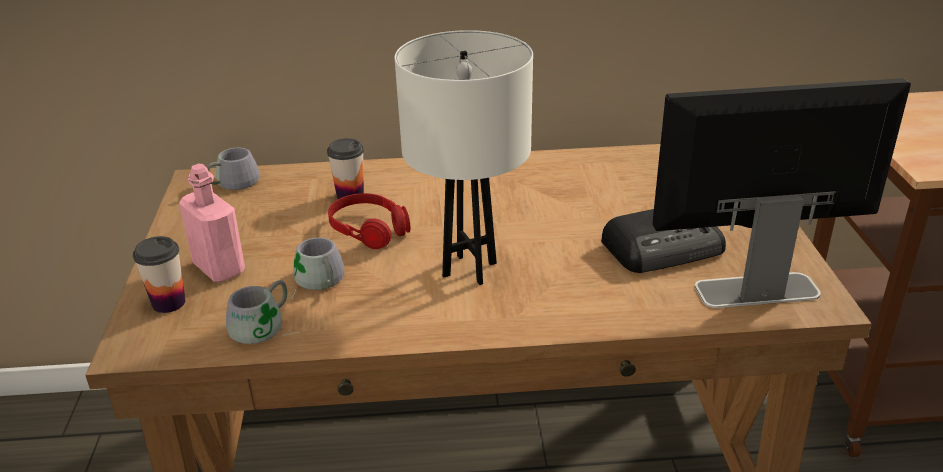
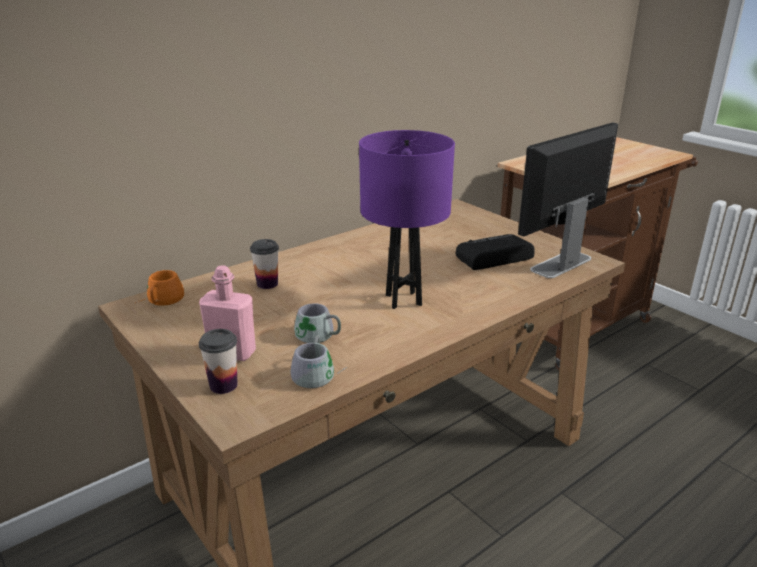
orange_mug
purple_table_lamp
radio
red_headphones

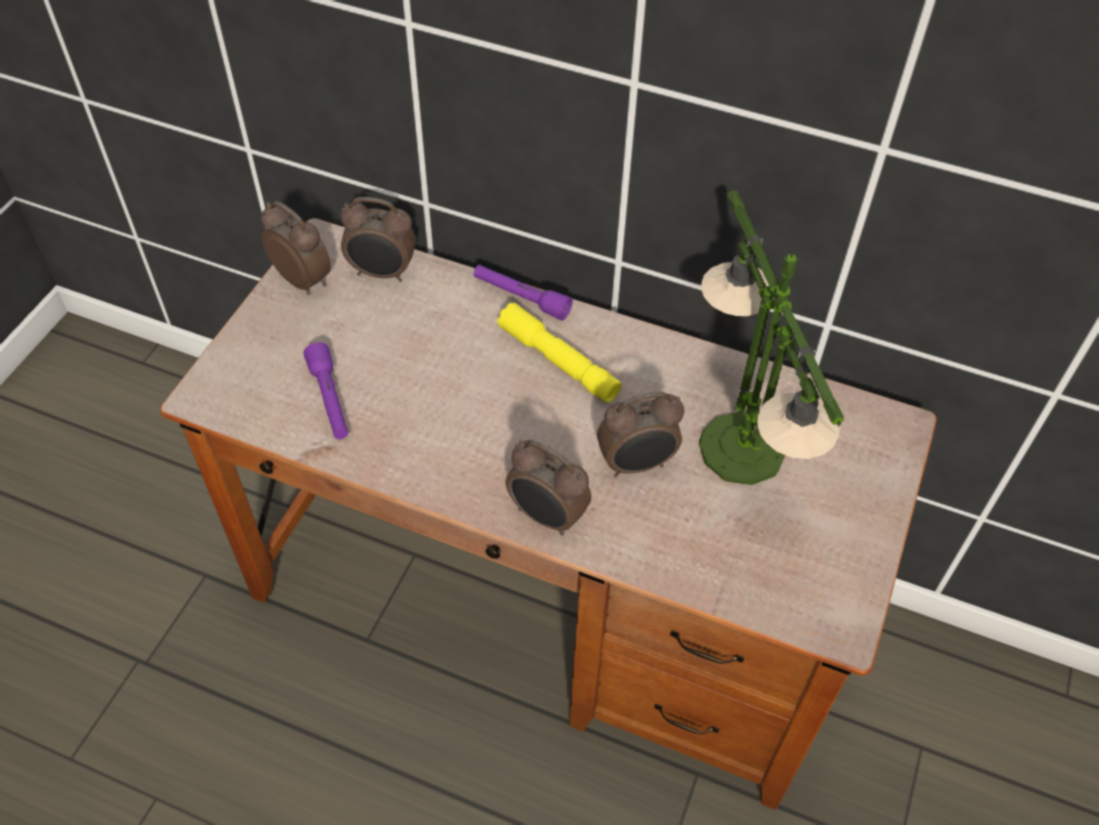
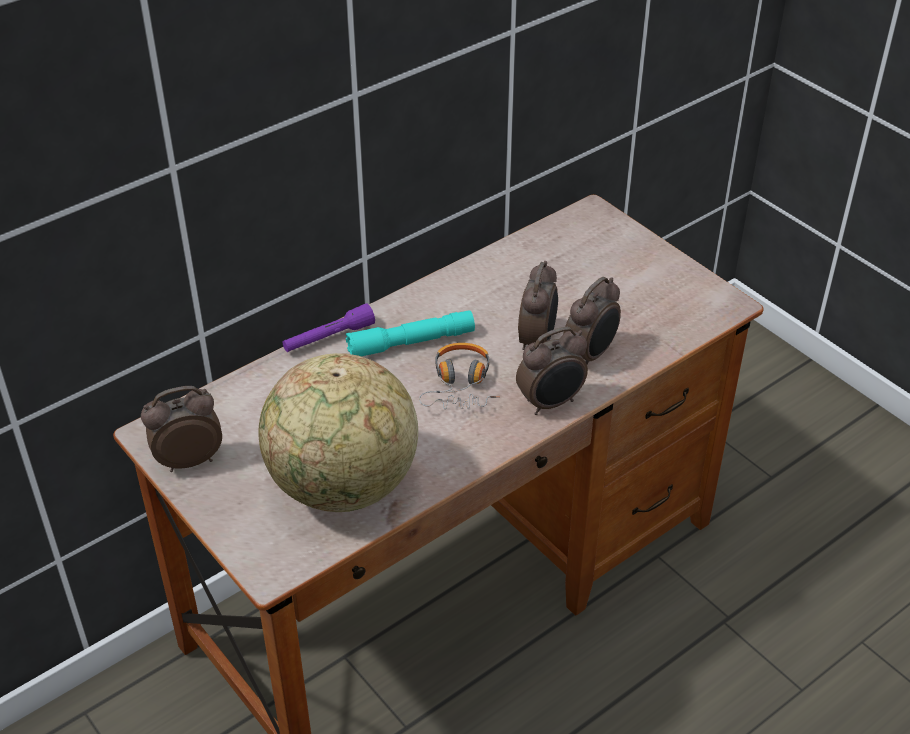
globe
turquoise_flashlight
headphones
alarm_clock (no. 4 from left)
table_lamp

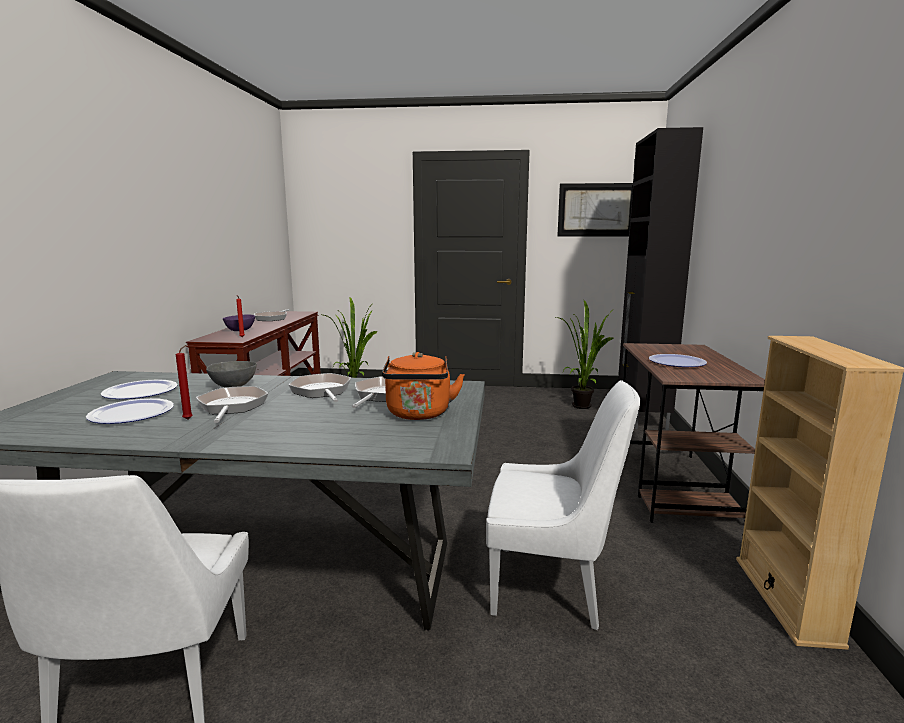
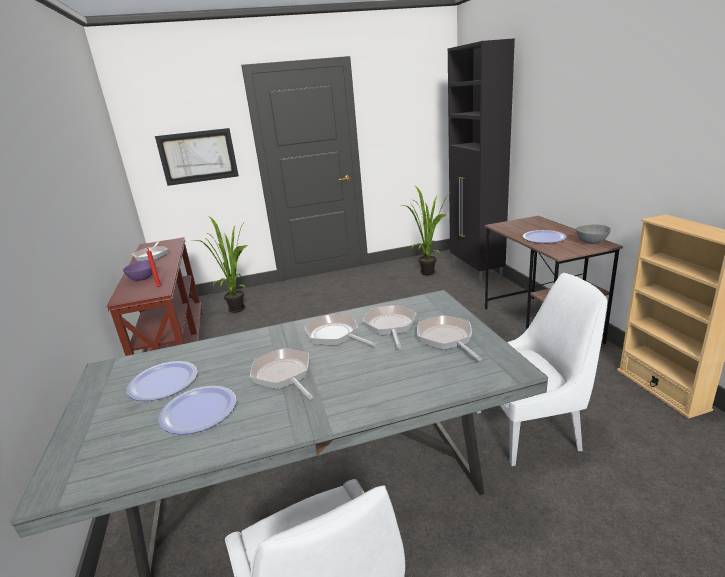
picture
frying_pan (no. 5 from left)
grey_bowl
red_candle (no. 1 from left in the first image)

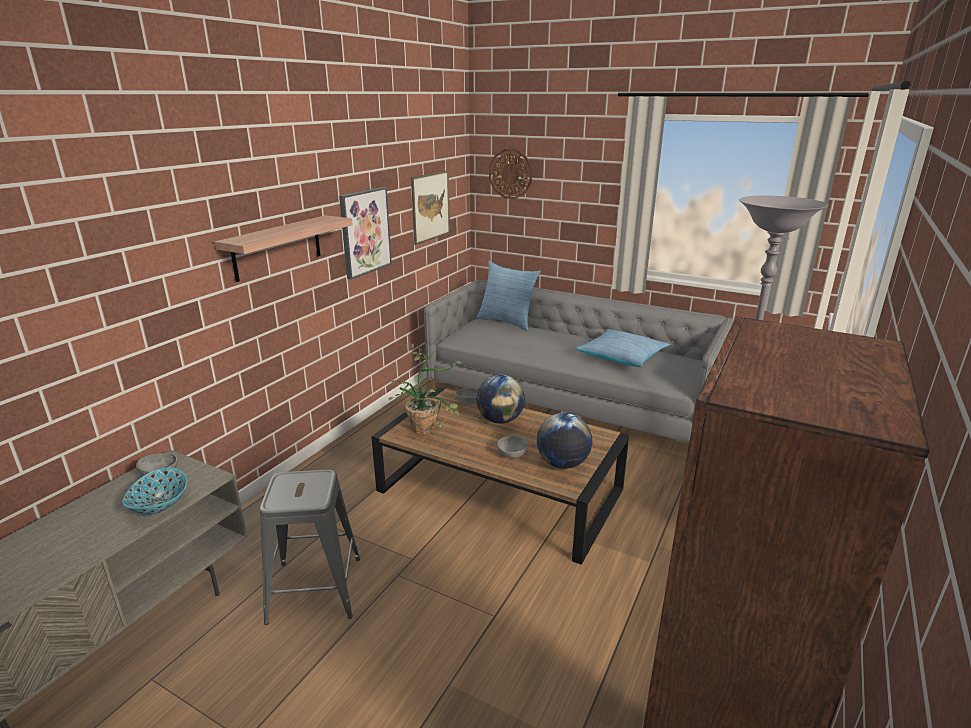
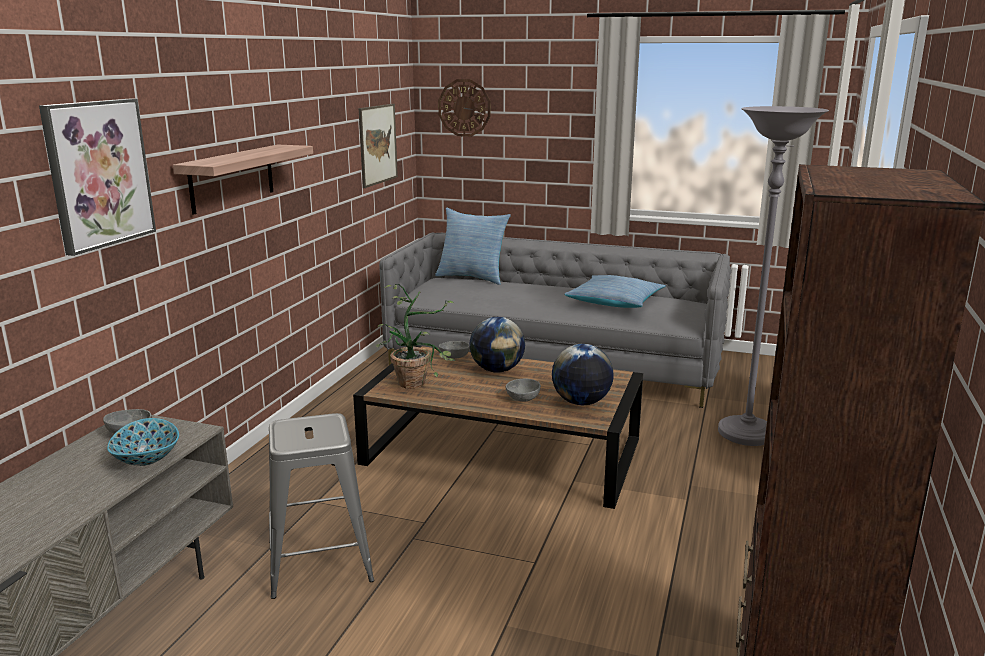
picture (no. 1 from left)

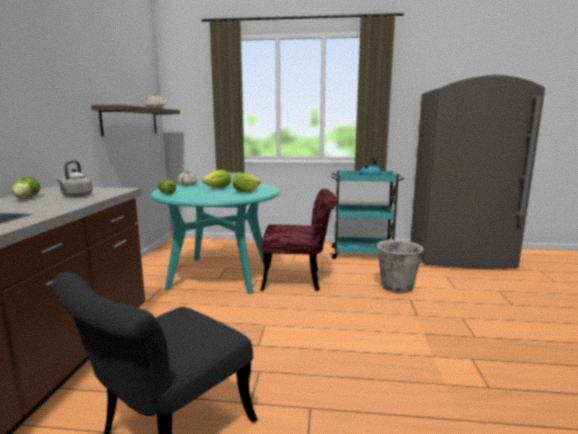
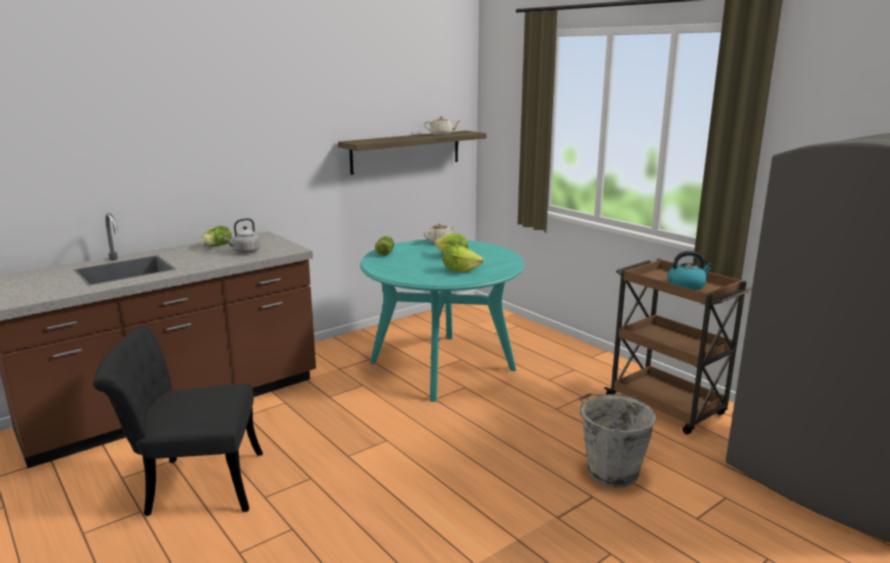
brown_cart
red_chair

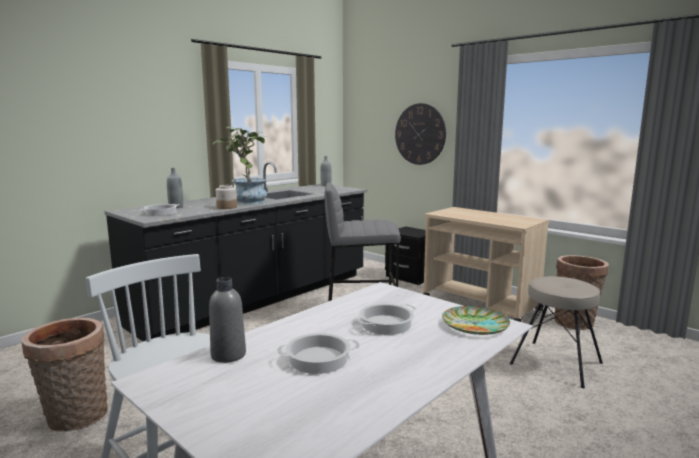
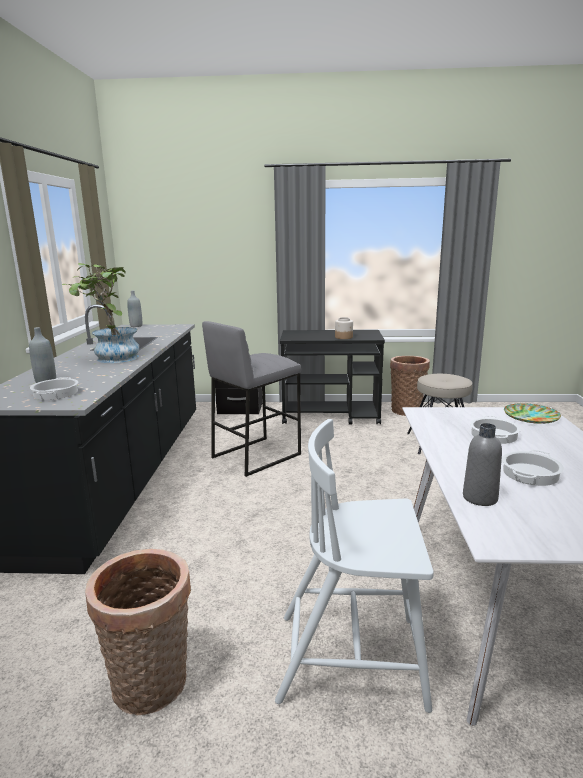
black_cart
jar
wall_clock

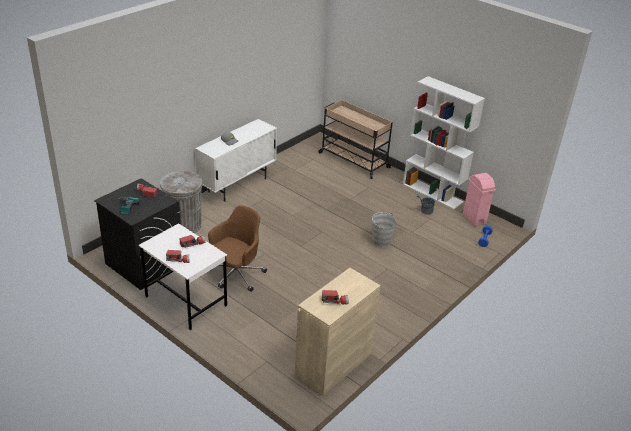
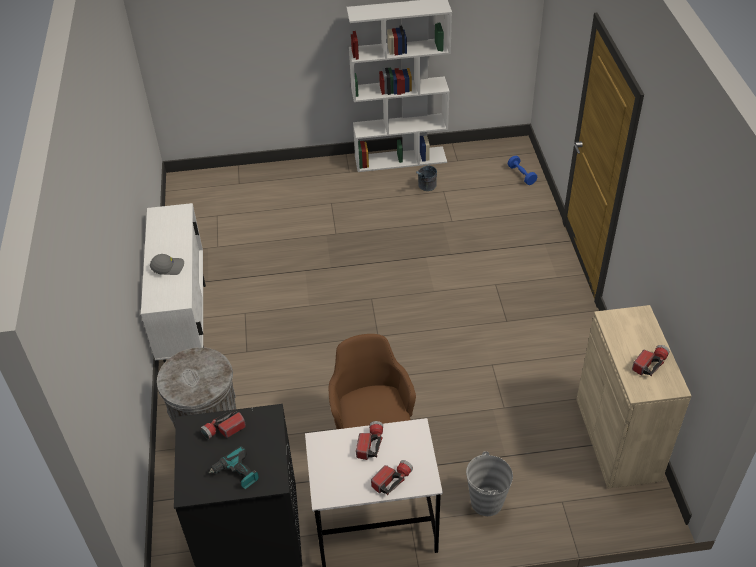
grey_bucket (no. 2 from left)
beige_cart
pink_trash_can

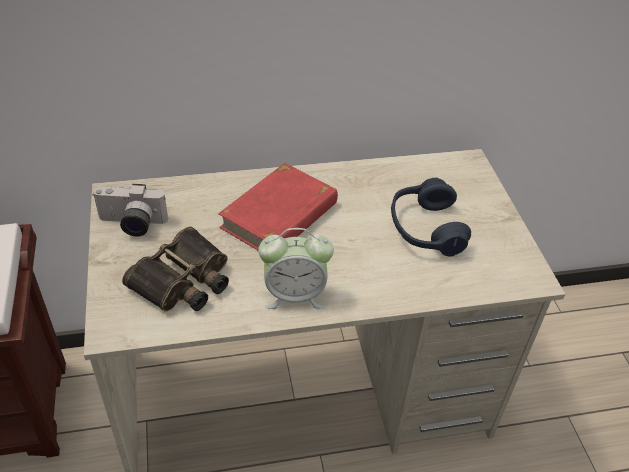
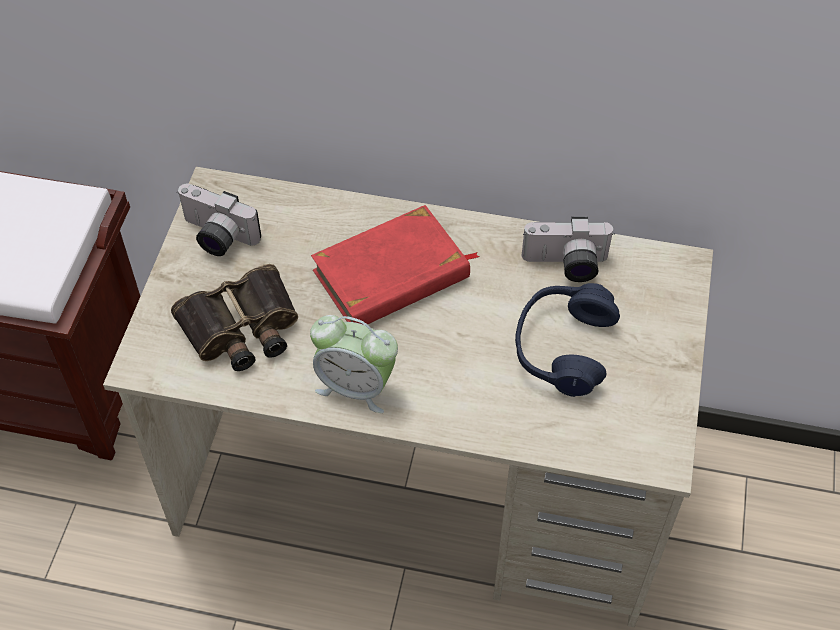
photo_camera (no. 2 from left)

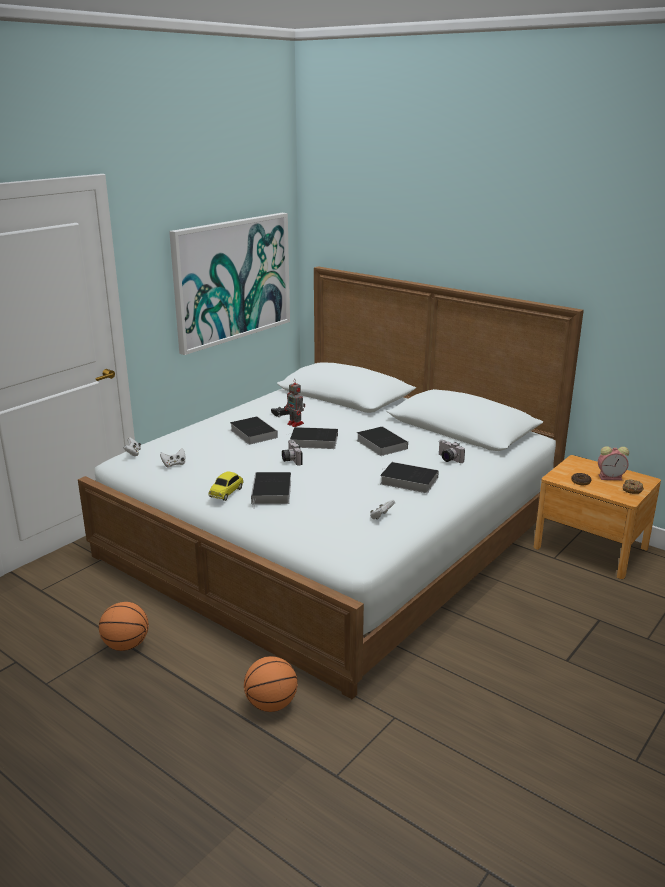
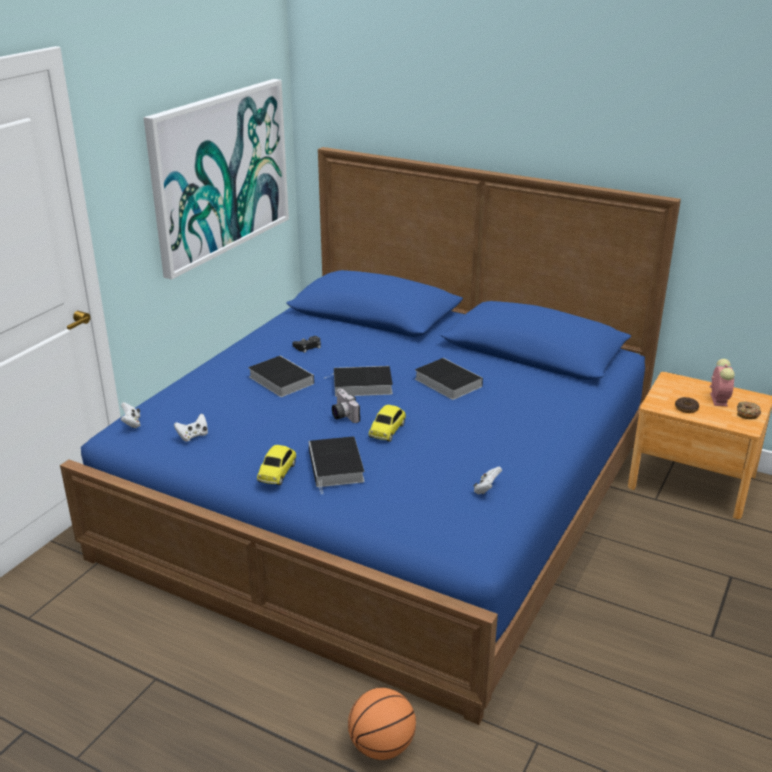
blue_bed
toy_car (no. 2 from left)
alarm_clock
basketball (no. 1 from left in the first image)
toy_robot
book (no. 5 from left in the first image)
photo_camera (no. 2 from left in the first image)

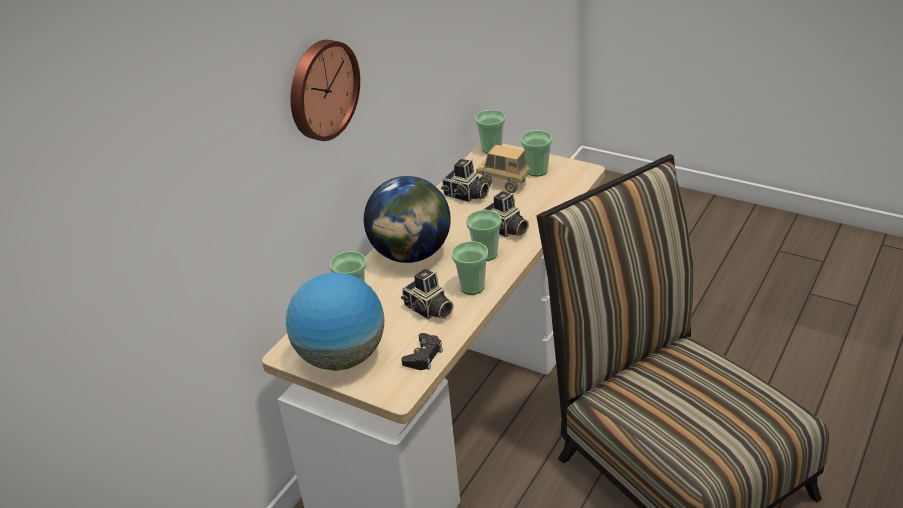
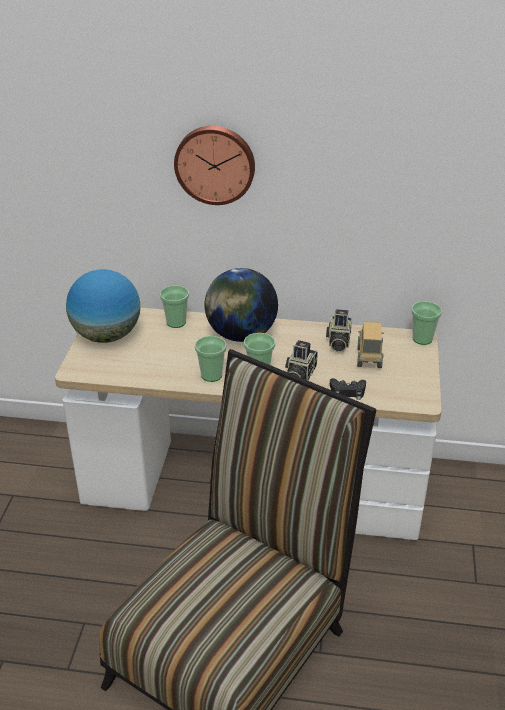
black_game_controller
photo_camera (no. 1 from left in the first image)
cup (no. 5 from left in the first image)

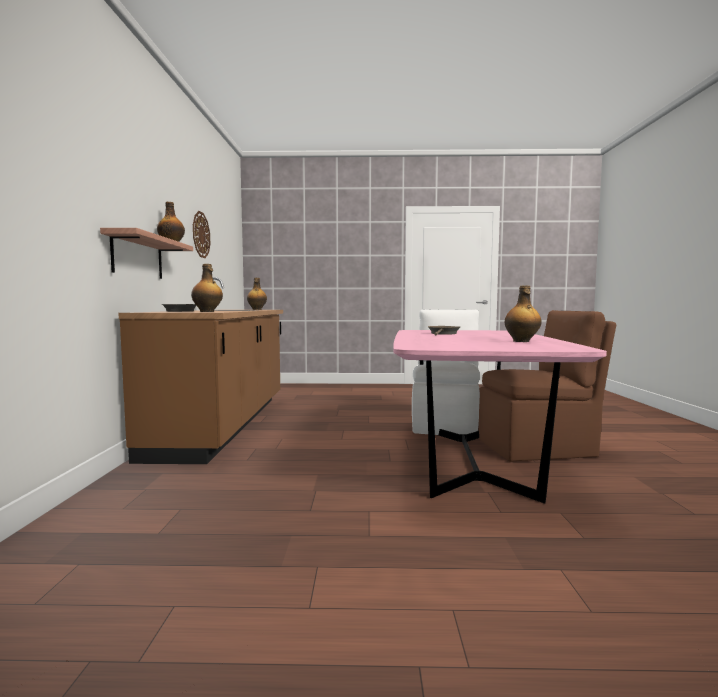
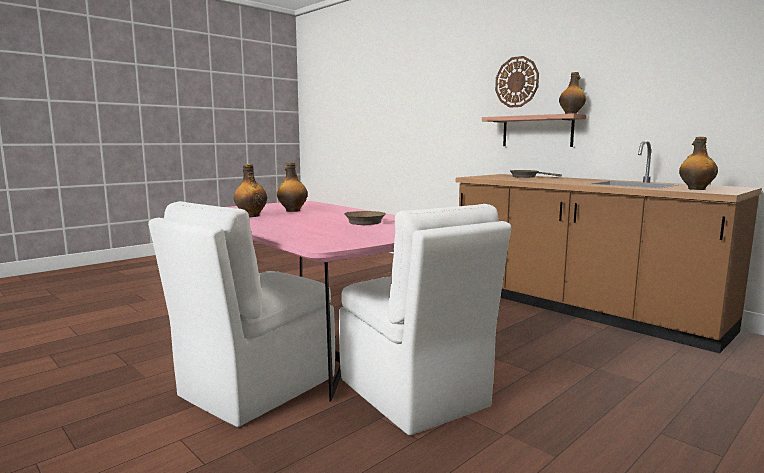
white_chair (no. 1 from left)
bottle (no. 2 from left)
wall_clock

